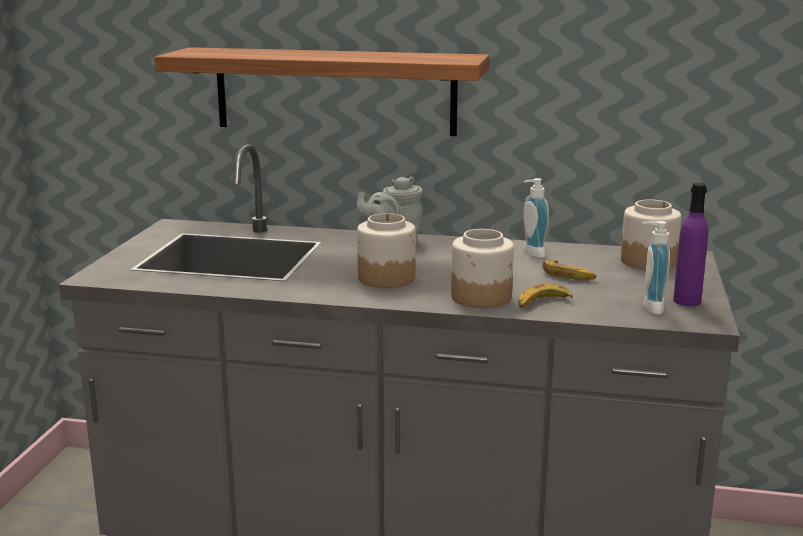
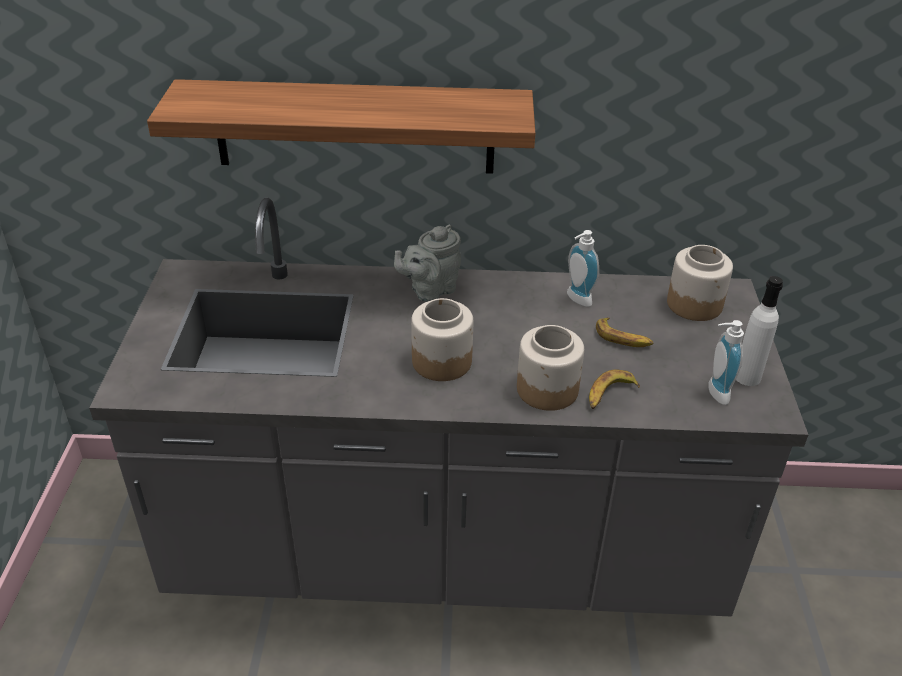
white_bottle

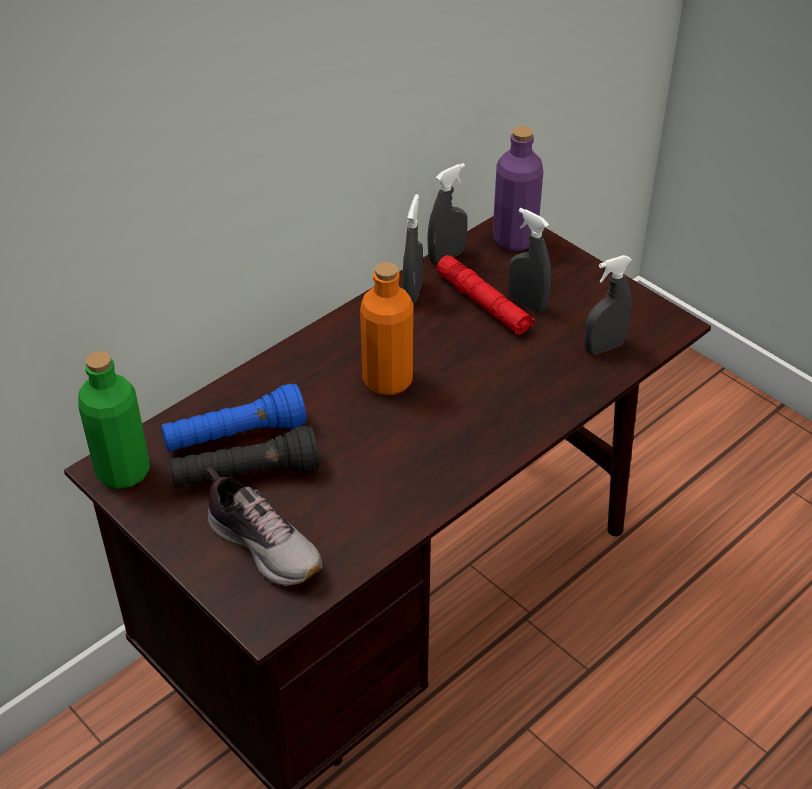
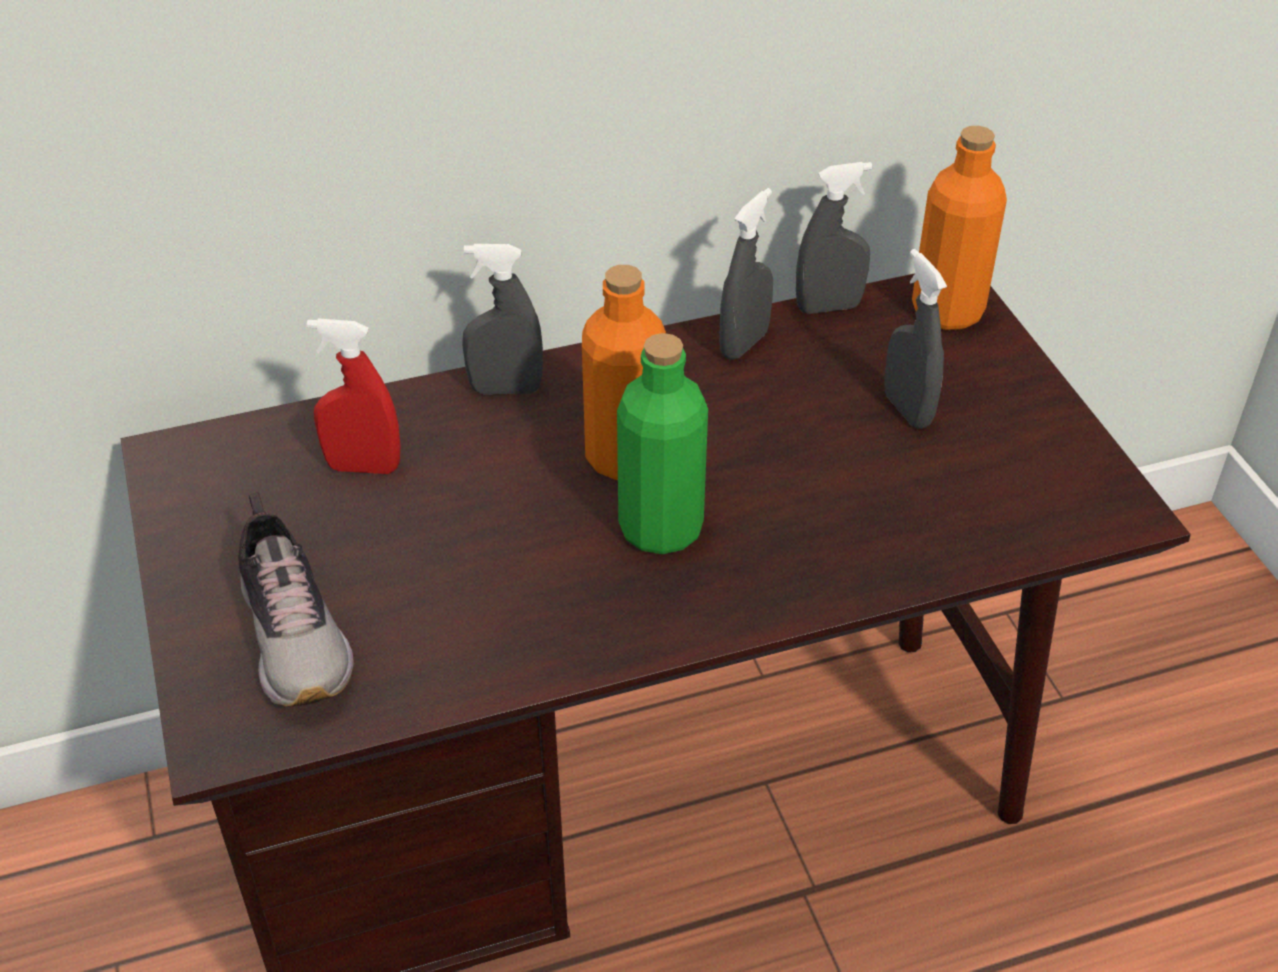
red_spray_bottle
grey_spray_bottle (no. 1 from left)
green_bottle
orange_bottle (no. 2 from left)
black_flashlight
red_flashlight

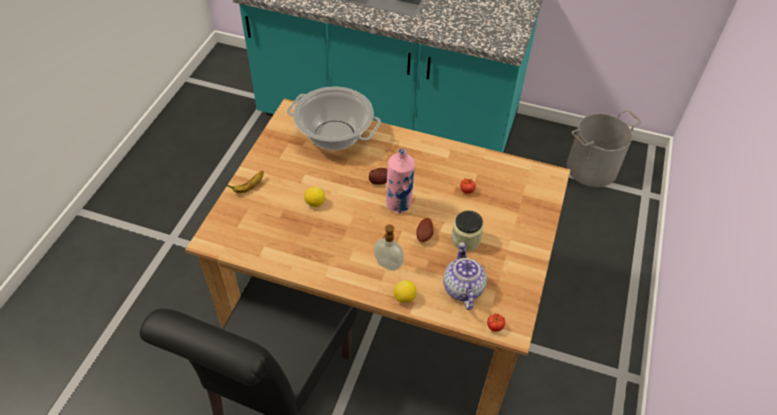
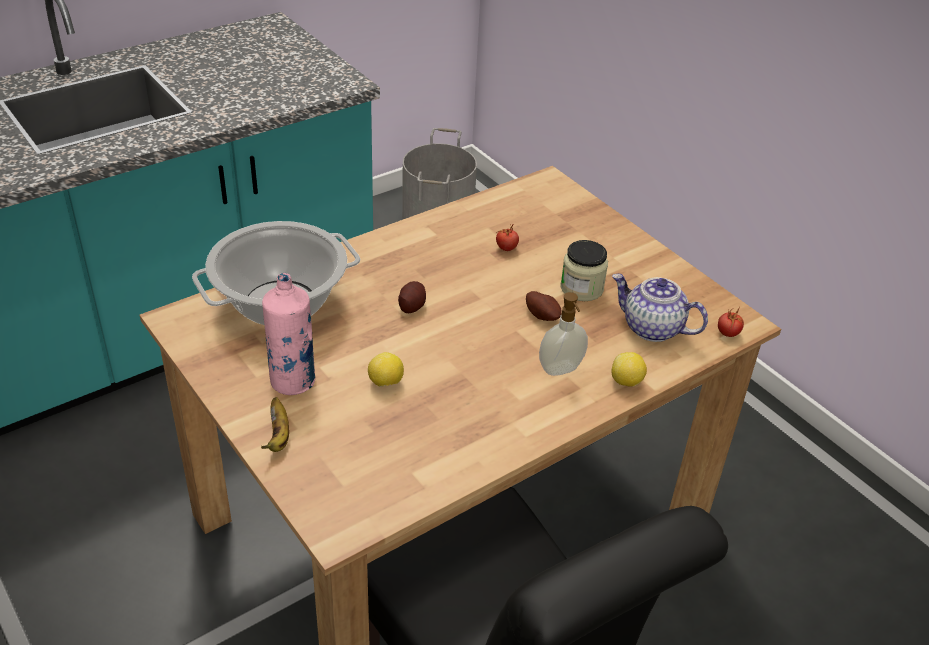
pink_bottle

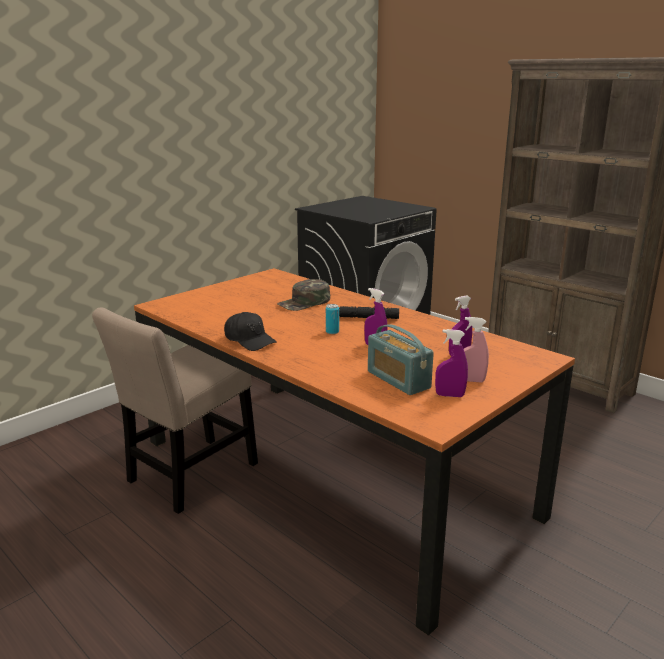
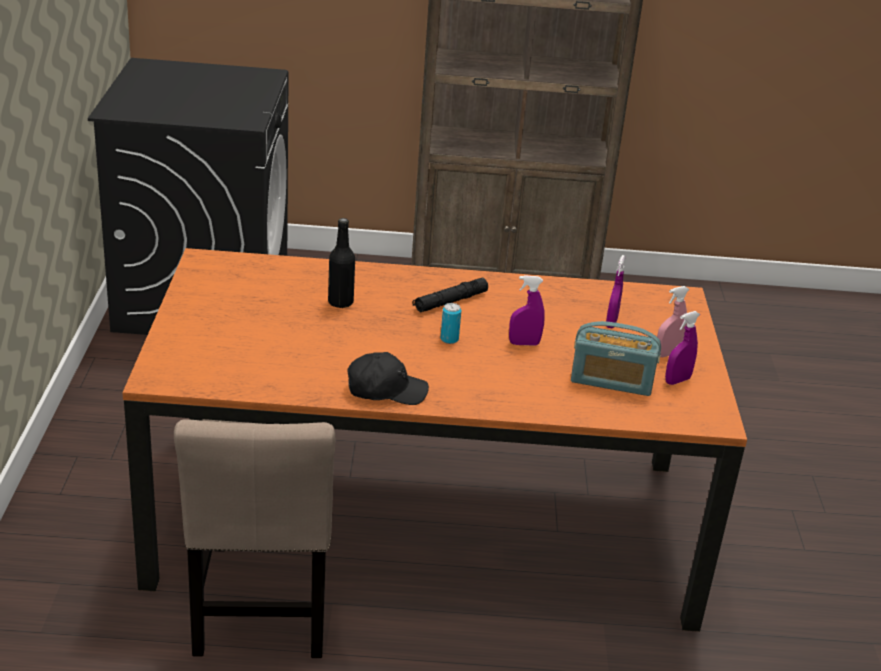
black_bottle

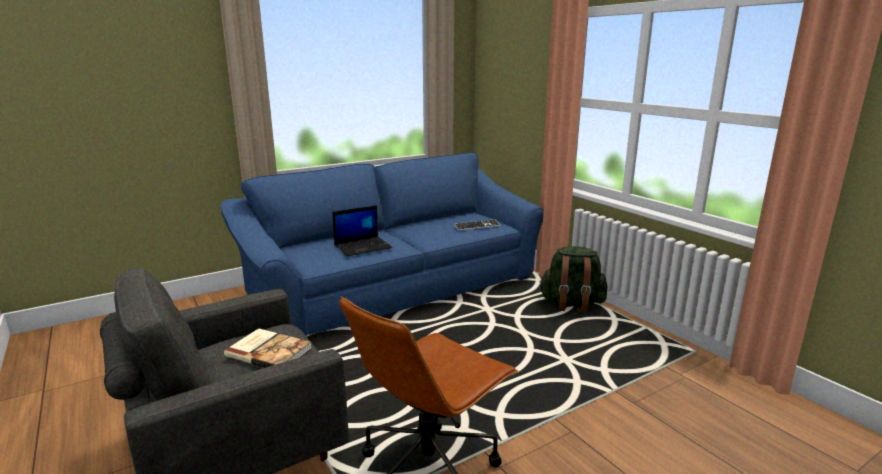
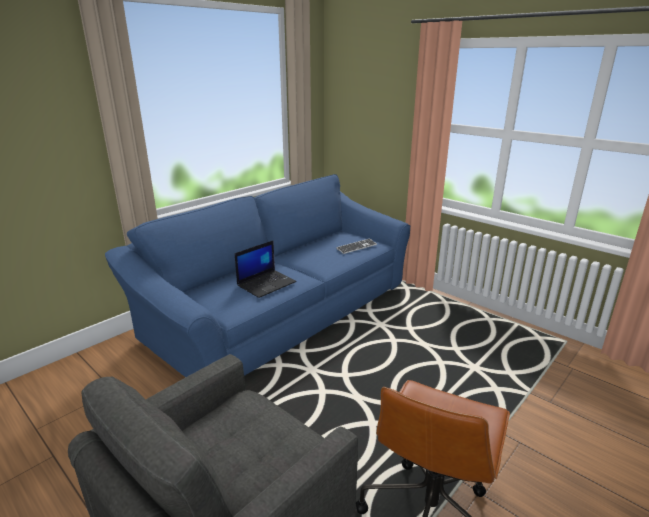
book
green_backpack

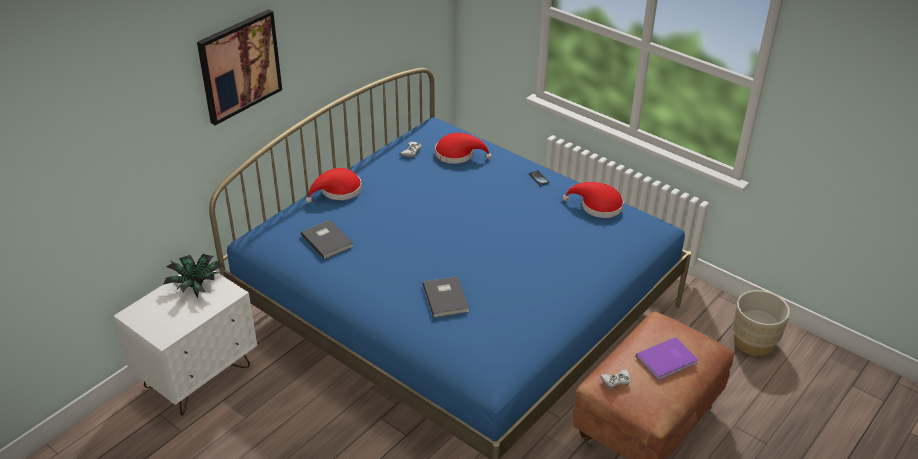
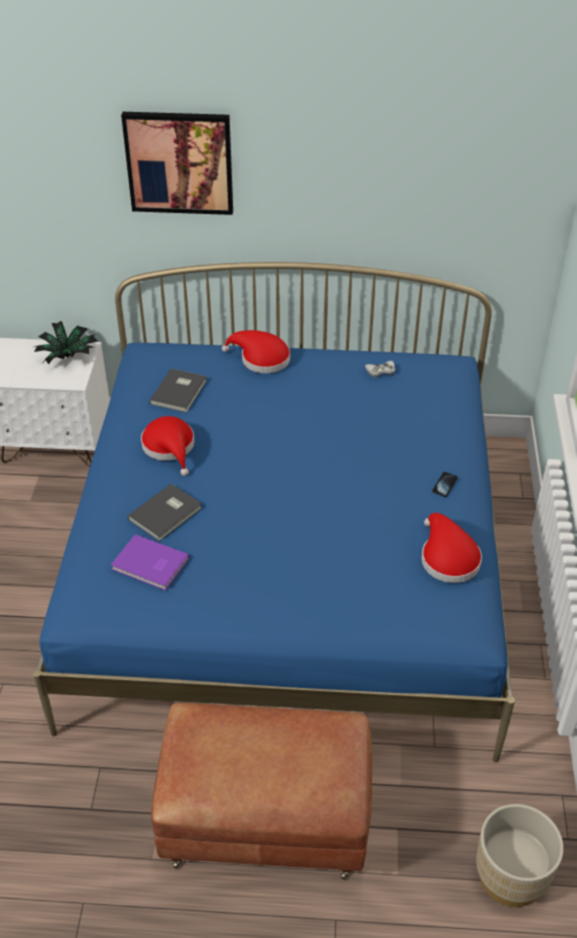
purple_book
red_hat (no. 1 from left)
white_game_controller (no. 2 from left in the first image)

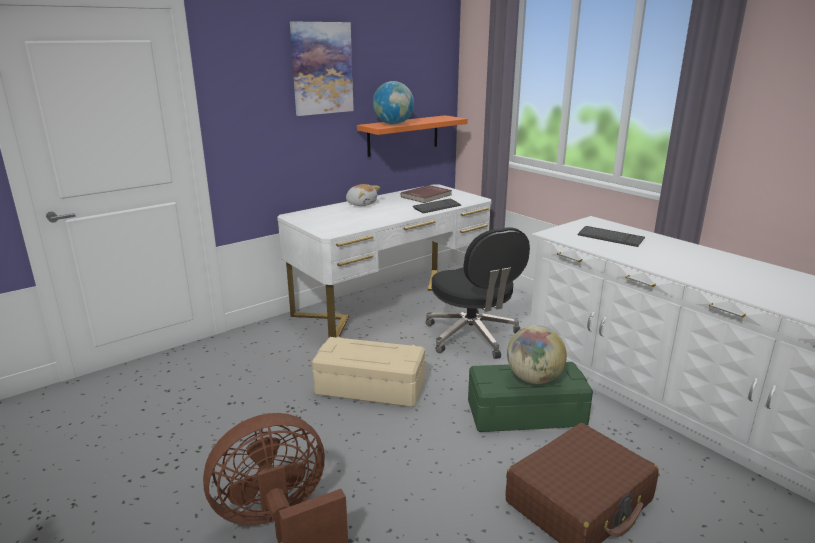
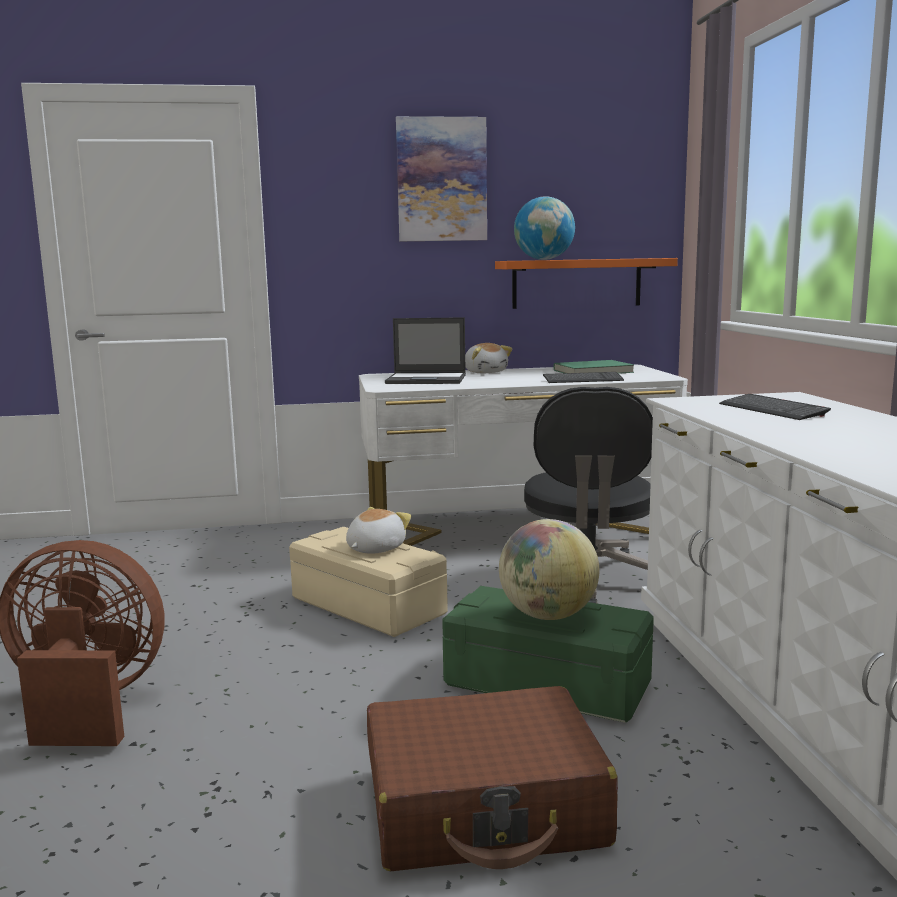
plush_toy (no. 1 from left)
laptop
green_book

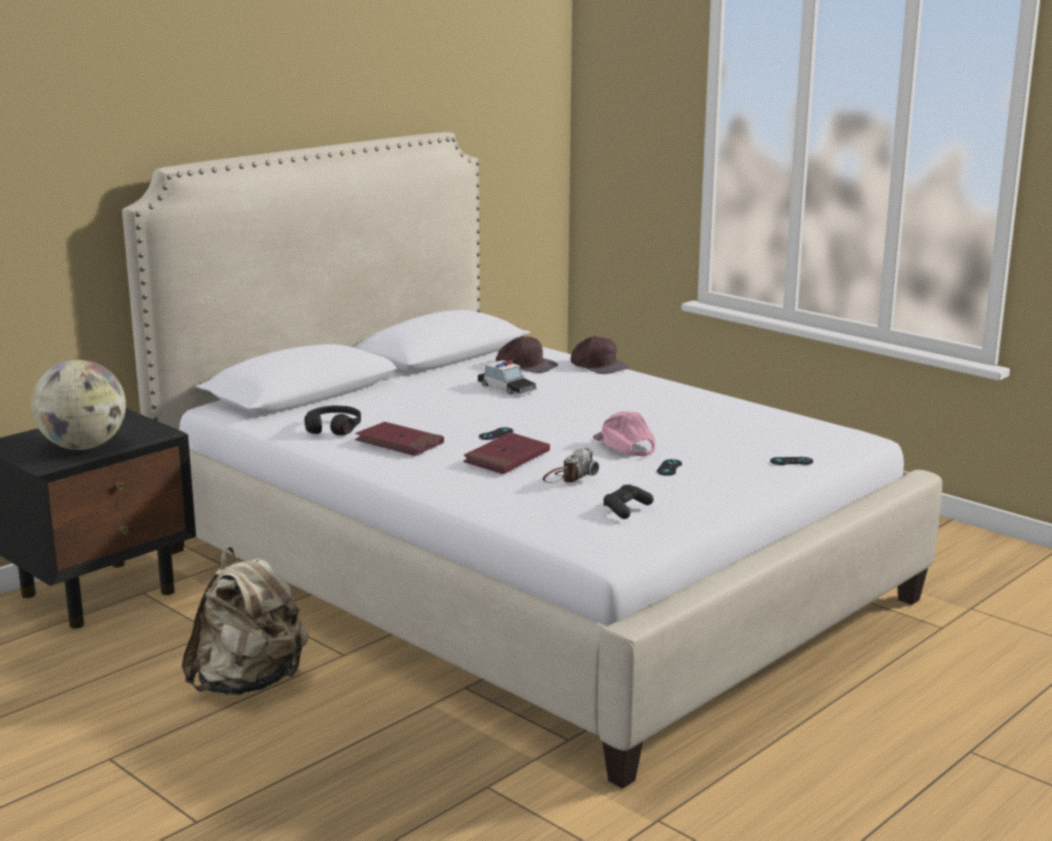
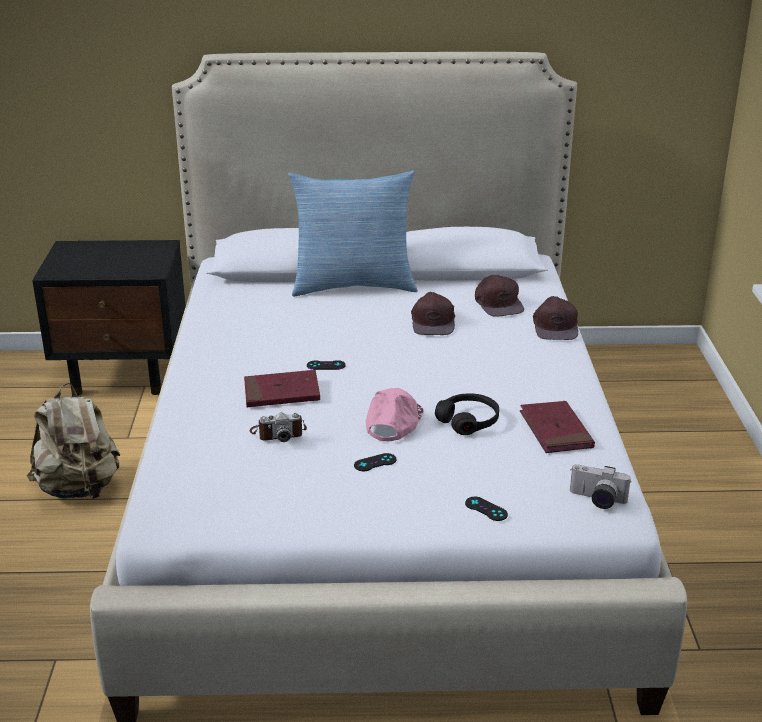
pillow
brown_cap (no. 1 from left)
black_headphones
red_book (no. 2 from left)
photo_camera (no. 2 from left)
globe
black_game_controller (no. 2 from left in the first image)

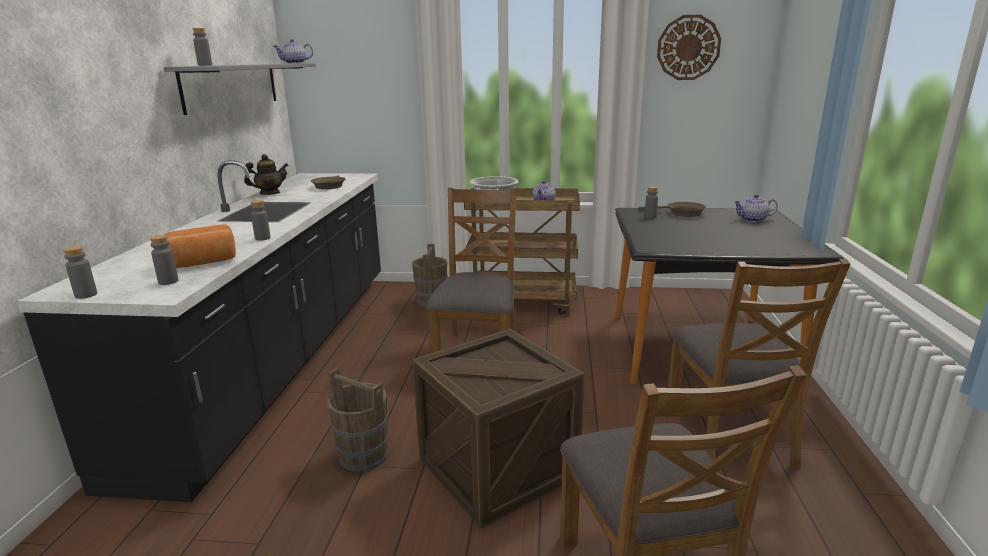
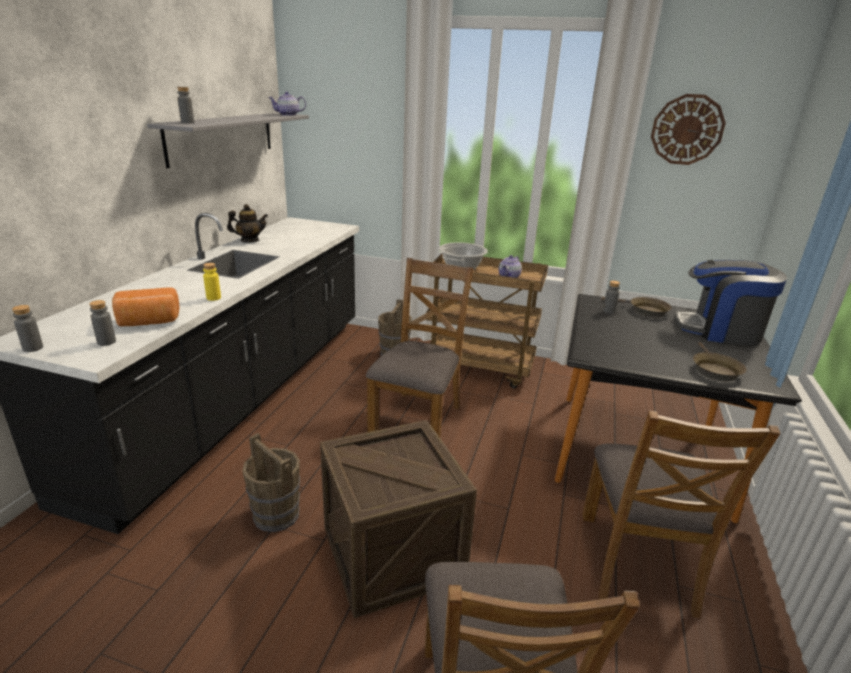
yellow_bottle
coffee_machine
brown_frying_pan (no. 2 from left)

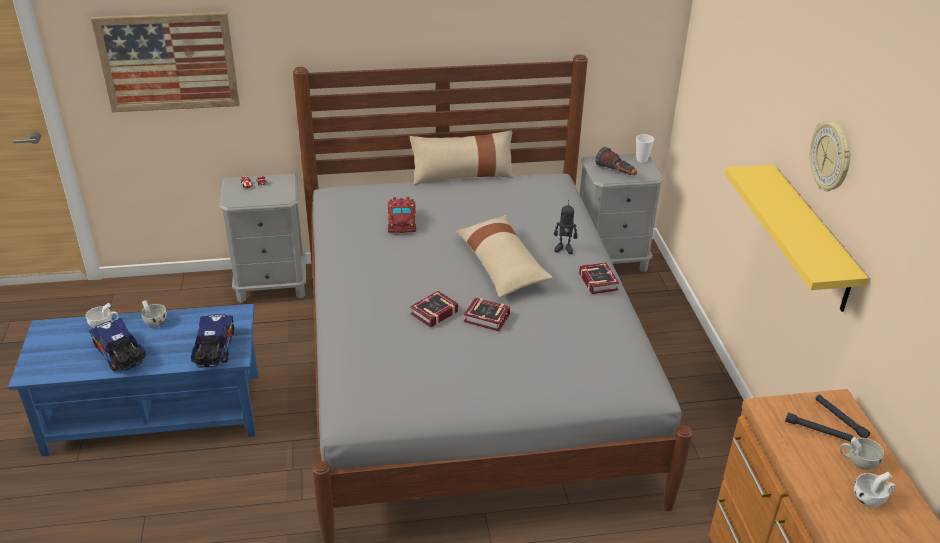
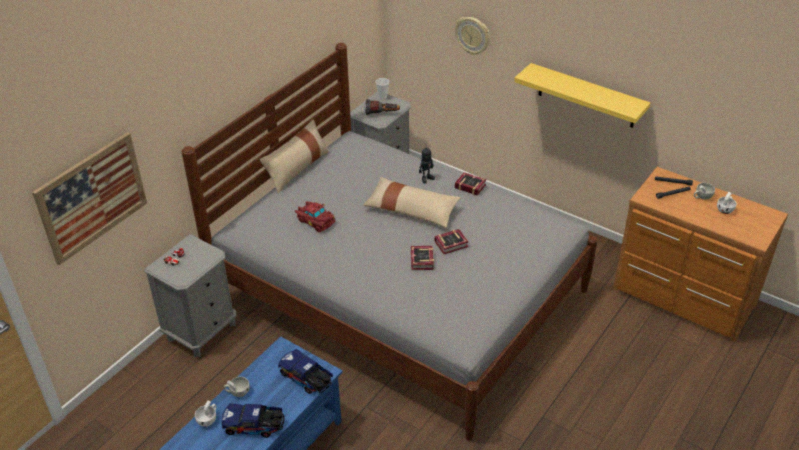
wall_clock

